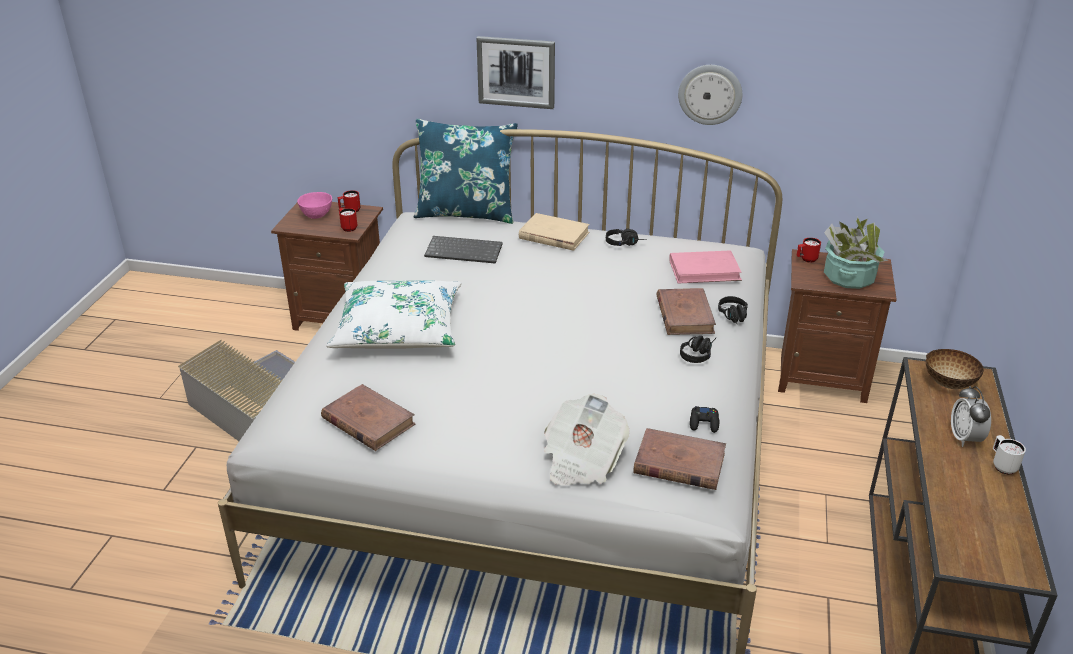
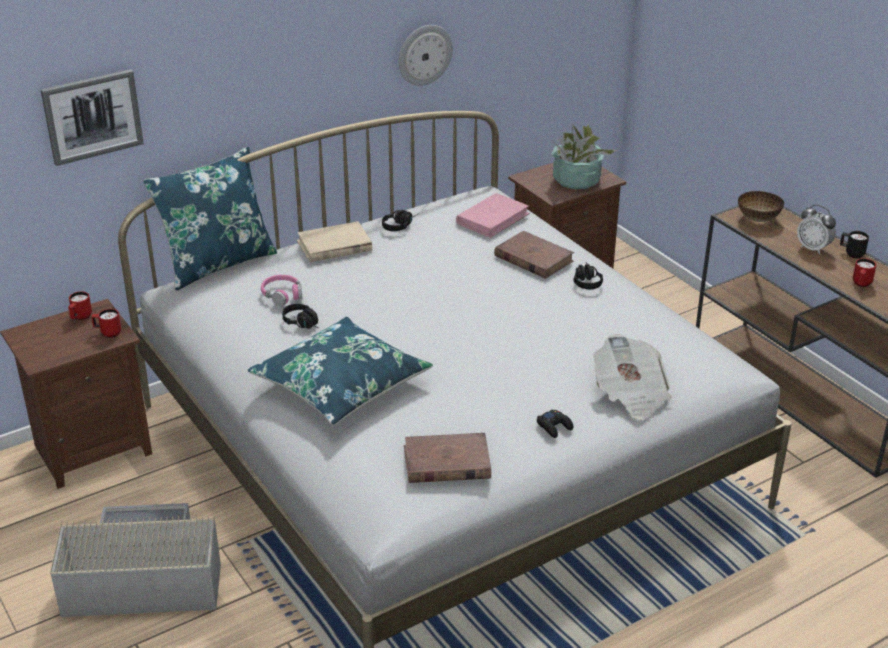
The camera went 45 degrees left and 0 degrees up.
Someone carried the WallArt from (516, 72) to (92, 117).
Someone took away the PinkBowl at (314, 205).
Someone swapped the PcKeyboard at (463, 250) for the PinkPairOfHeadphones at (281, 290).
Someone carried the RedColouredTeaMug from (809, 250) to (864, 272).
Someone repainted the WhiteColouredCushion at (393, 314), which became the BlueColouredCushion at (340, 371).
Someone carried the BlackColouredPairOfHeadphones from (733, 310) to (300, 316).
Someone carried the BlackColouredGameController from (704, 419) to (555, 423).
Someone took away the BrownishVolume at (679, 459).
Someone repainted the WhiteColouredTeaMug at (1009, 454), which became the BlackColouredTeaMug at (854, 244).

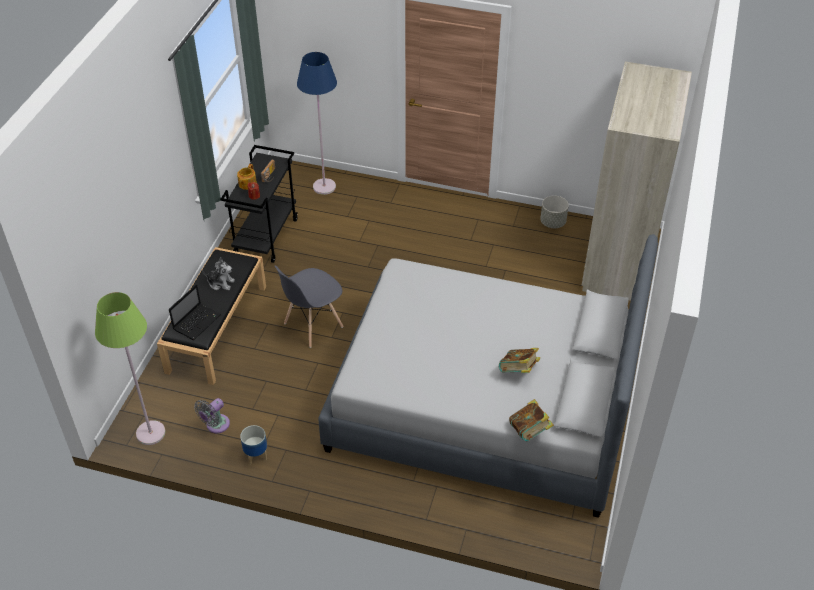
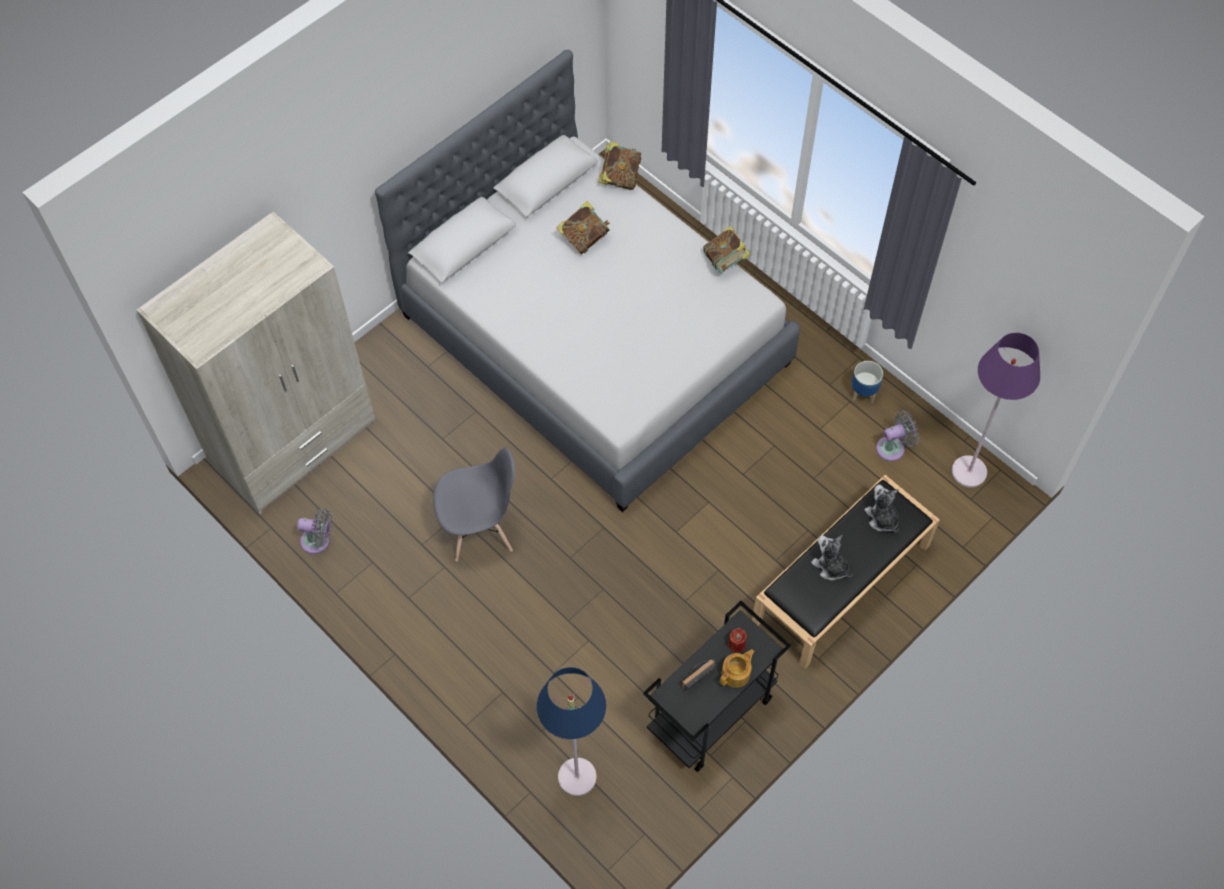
The camera went 150 degrees left and 15 degrees up.
Someone swapped the GreyishPlanter at (554, 212) for the GreyishElectricFan at (314, 531).
Someone carried the GreyishUprightChair from (308, 306) to (474, 504).
Someone swapped the NotebookComputer at (195, 312) for the CuddlyToy at (881, 508).
Someone repainted the GreenColouredStandingLamp at (130, 368), which became the PurplishStandingLamp at (996, 410).
Someone put down the Volume at (727, 249).

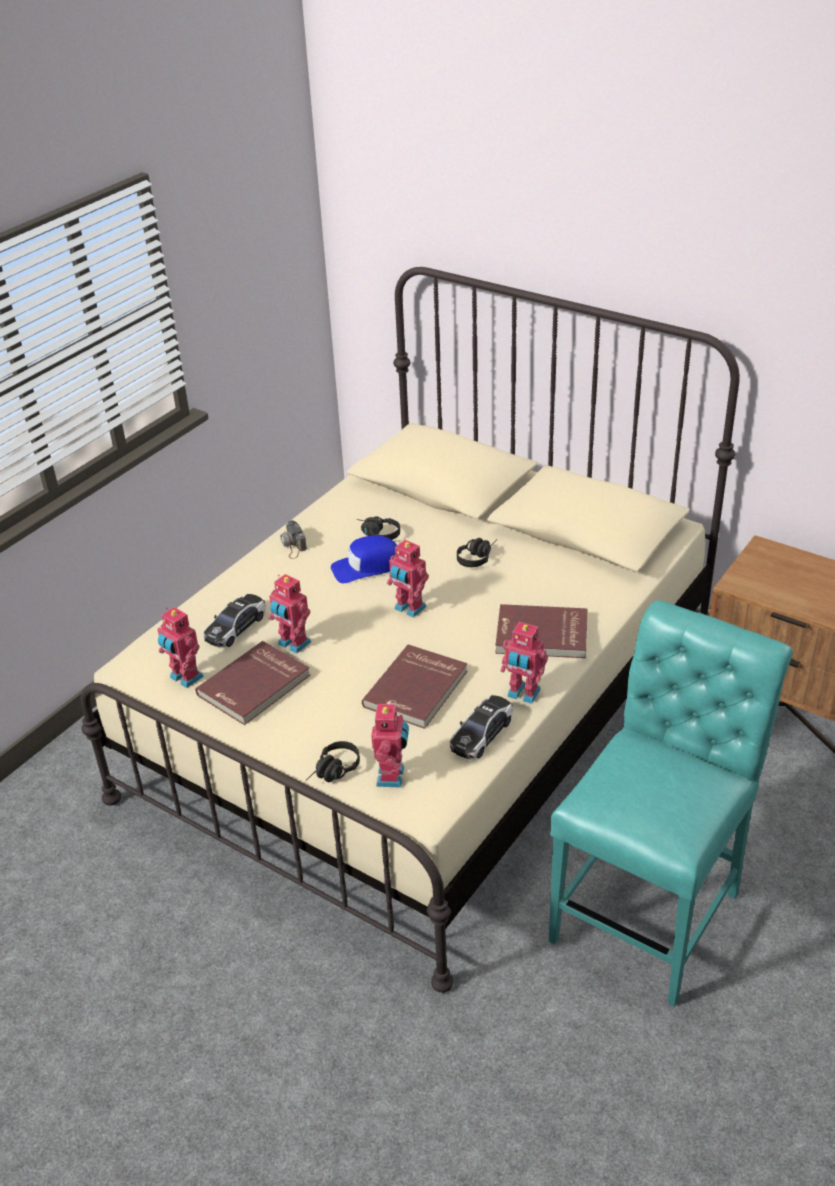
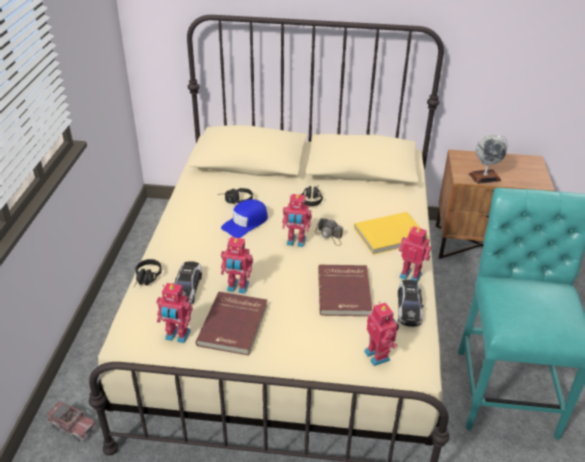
The camera went 30 degrees left and 0 degrees up.
Someone carried the StillCamera from (293, 539) to (329, 232).
Someone repainted the RedColouredVolume at (541, 631), which became the YellowColouredVolume at (391, 233).
Someone rotated the ToyRobot at (524, 663) by 150 degrees counterclockwise.
Someone carried the BlackColouredPairOfHeadphones from (333, 761) to (147, 273).
Someone put down the DeskGlobe at (488, 159).
Someone put down the ModelTruck at (71, 421).

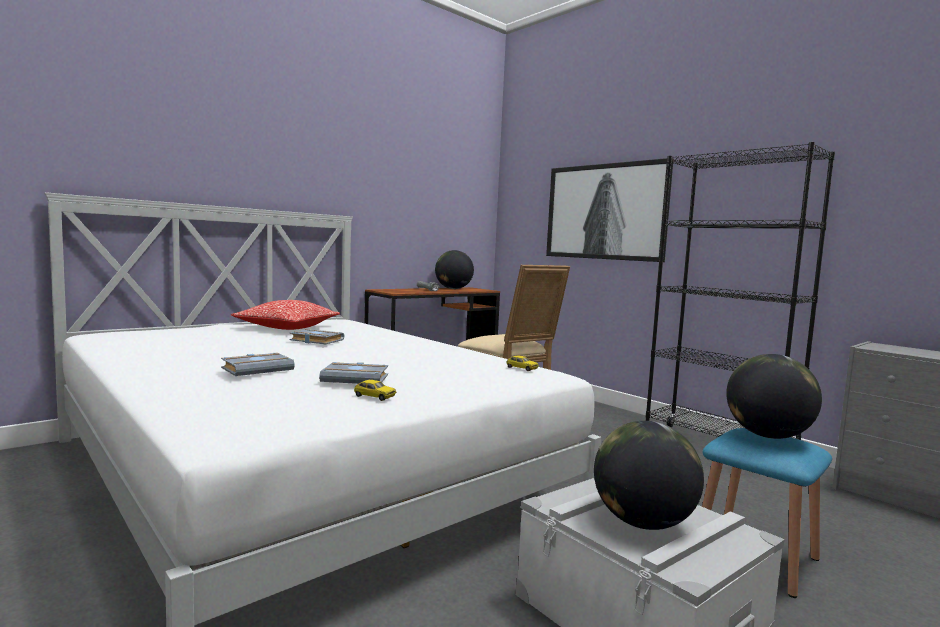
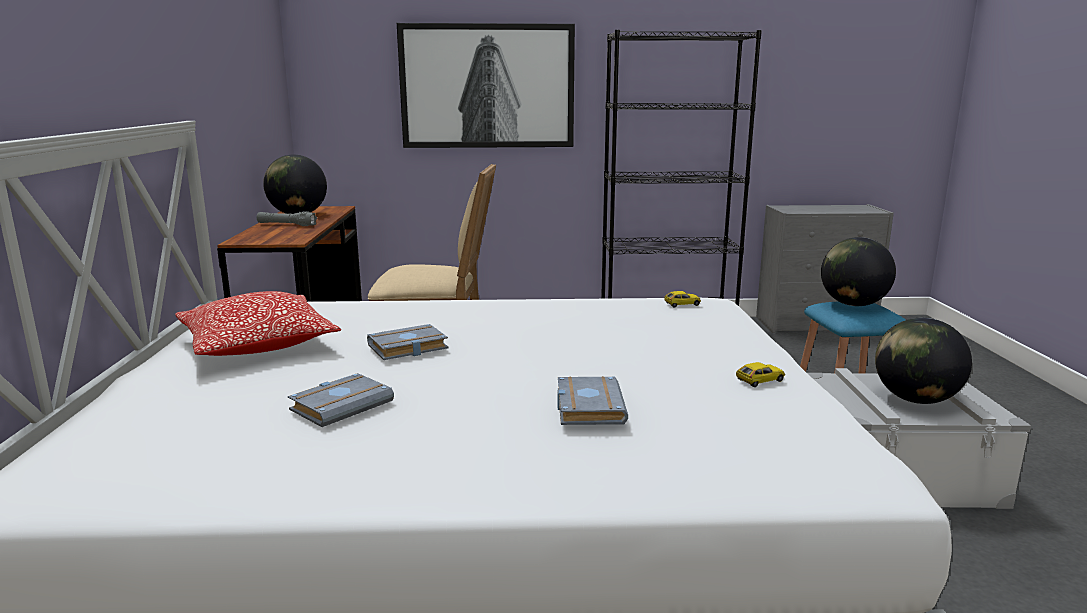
The camera went 50 degrees left and 10 degrees up.
Someone carried the GreyishVolume from (353, 373) to (341, 400).

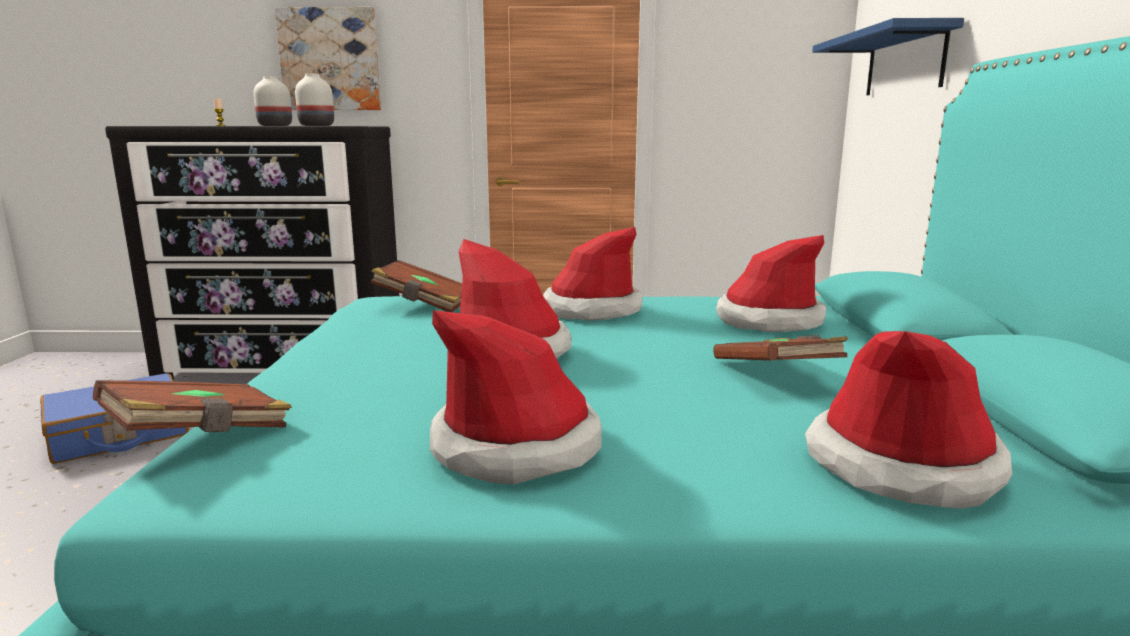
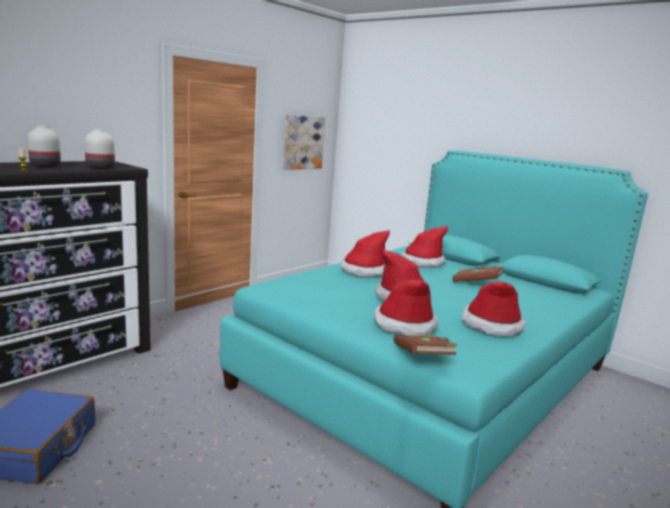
The camera went 50 degrees left and 0 degrees up.
Someone carried the WallArt from (328, 58) to (304, 142).
Someone took away the BlueColouredWallShelf at (888, 56).
Someone took away the BrownishVolume at (416, 286).
Someone carried the WearableHat from (908, 420) to (406, 308).

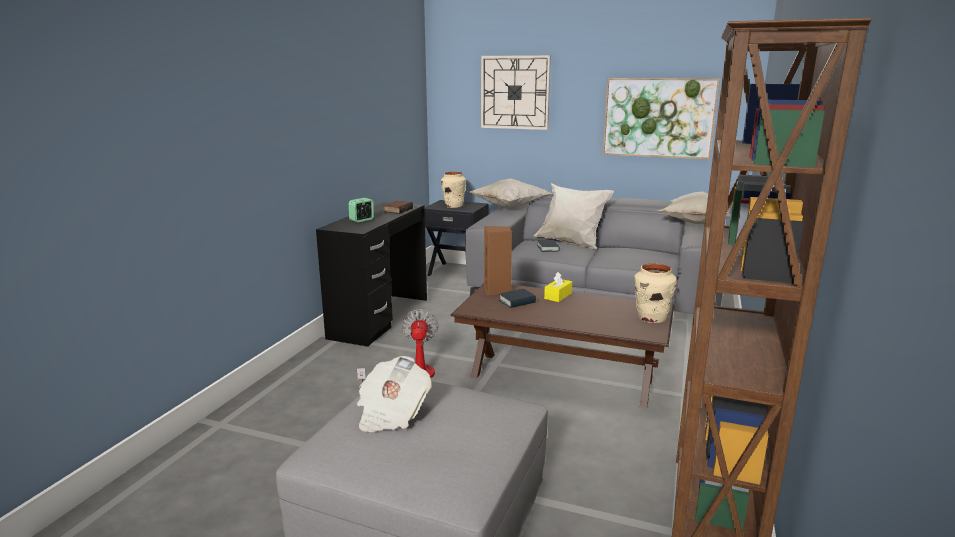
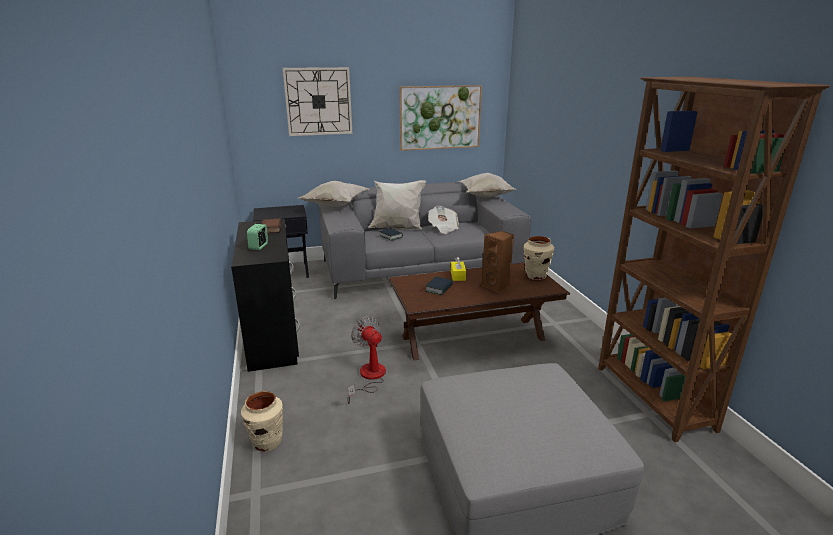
The camera went 35 degrees left and 5 degrees up.
Someone carried the BeigeDecorativeVase from (453, 190) to (262, 421).
Someone carried the BrownishLoudspeaker from (498, 260) to (498, 262).
Someone carried the Newspaper from (394, 394) to (443, 220).

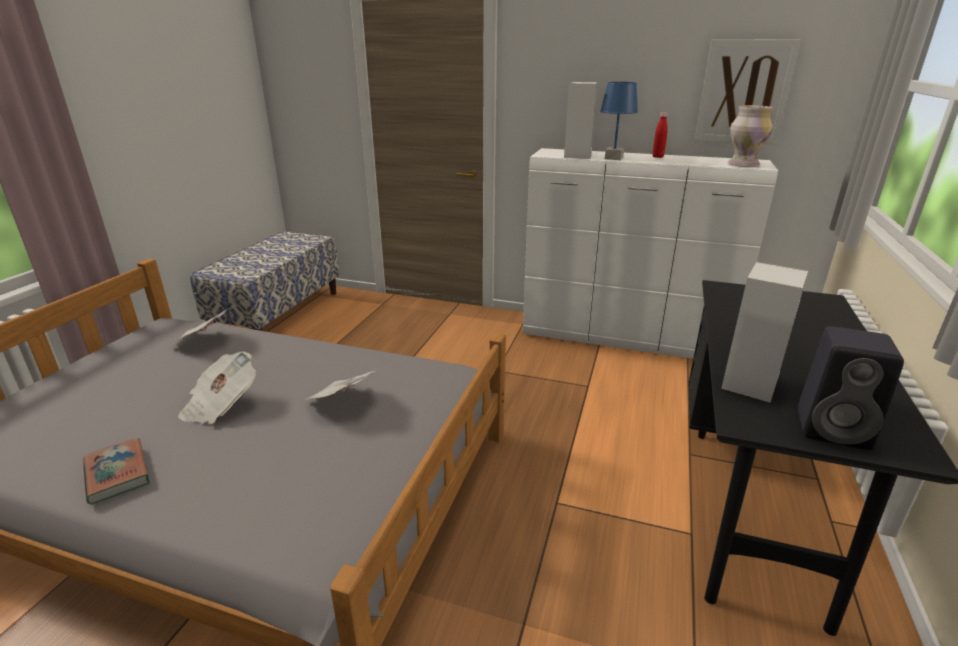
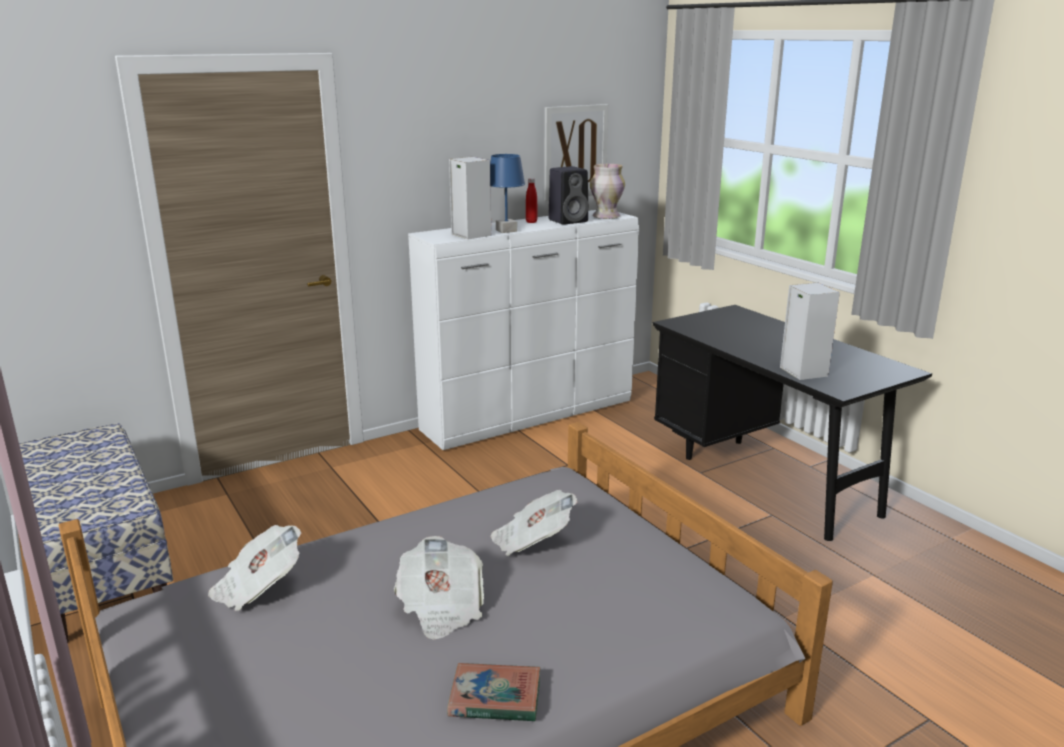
The camera went 50 degrees left and 5 degrees down.
Someone carried the BlackColouredLoudspeaker from (850, 388) to (568, 195).

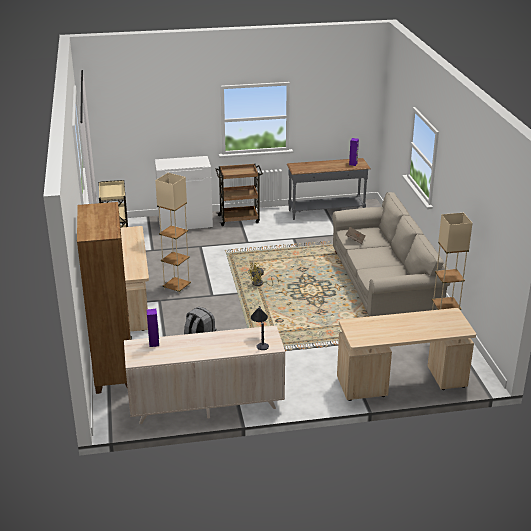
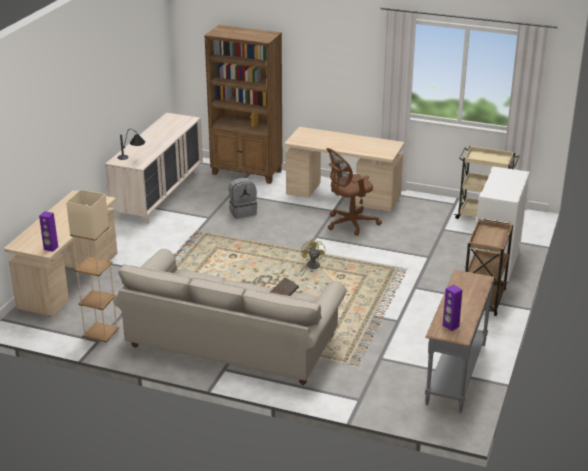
The camera went 120 degrees right and 0 degrees up.
Someone swapped the BeigeStandingLamp at (173, 233) for the BrownishComputerChair at (354, 192).
Someone carried the PurplishLoudspeaker from (153, 328) to (48, 231).

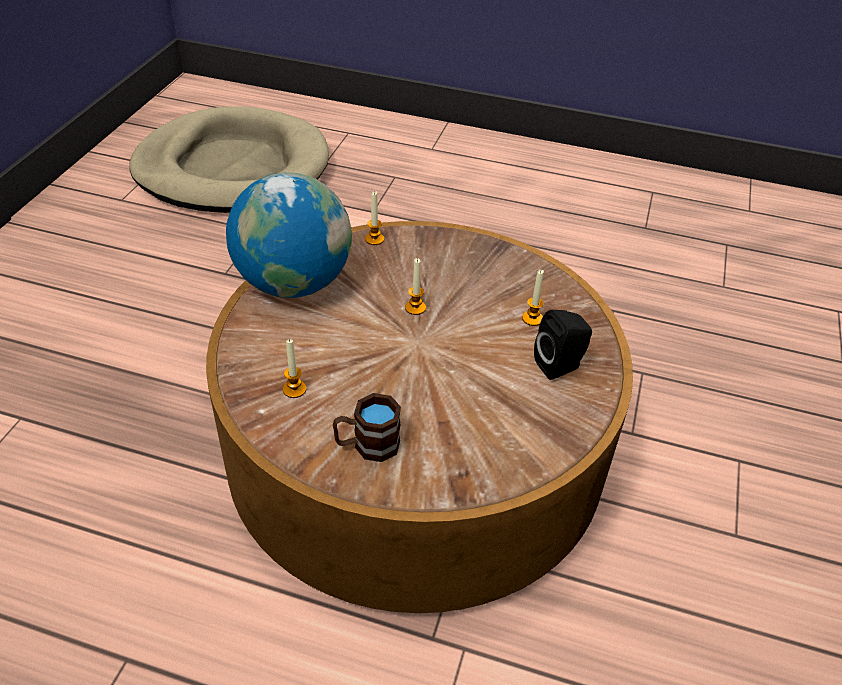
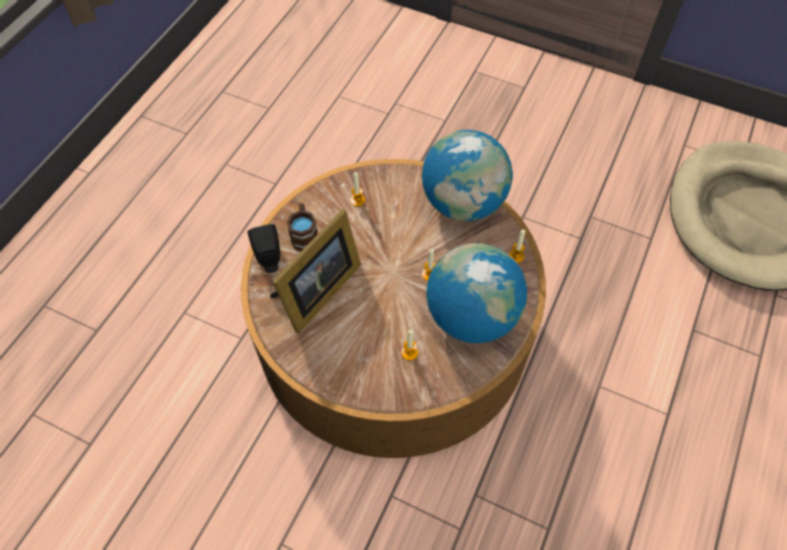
The camera went 100 degrees right and 15 degrees up.
Someone carried the BlackColouredLoudspeaker from (563, 345) to (264, 248).
Someone put down the StandingFrame at (315, 271).
Someone put down the DeskGlobe at (476, 293).

